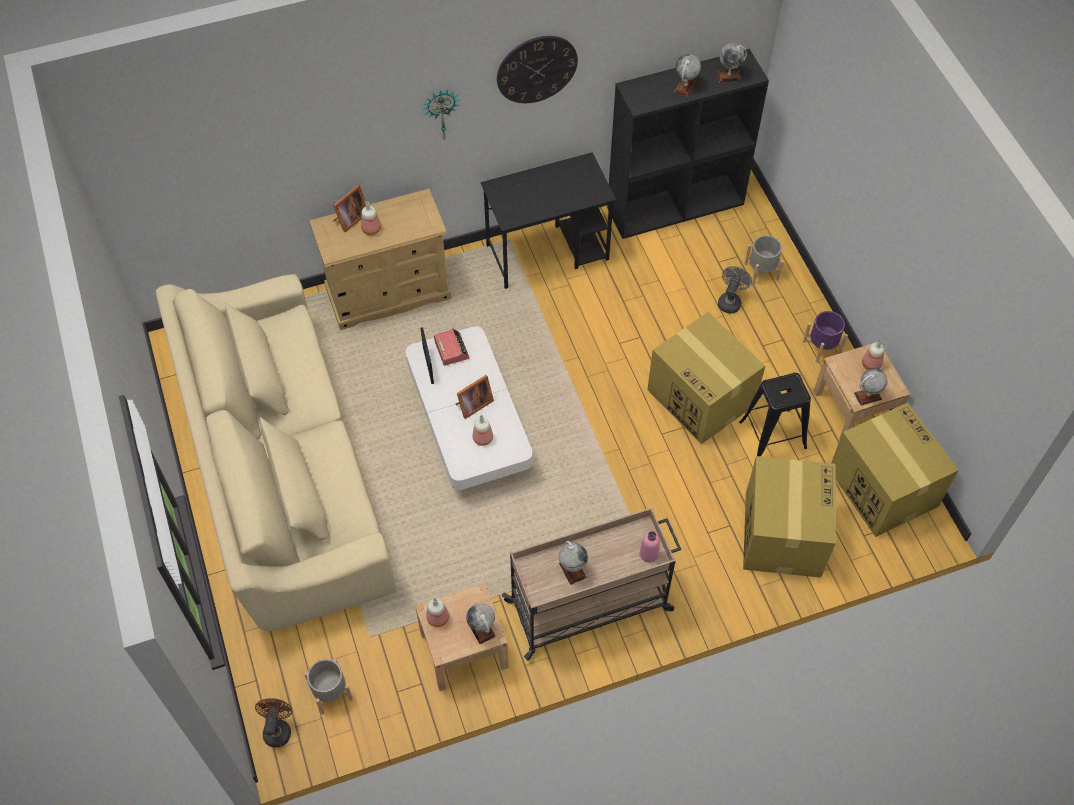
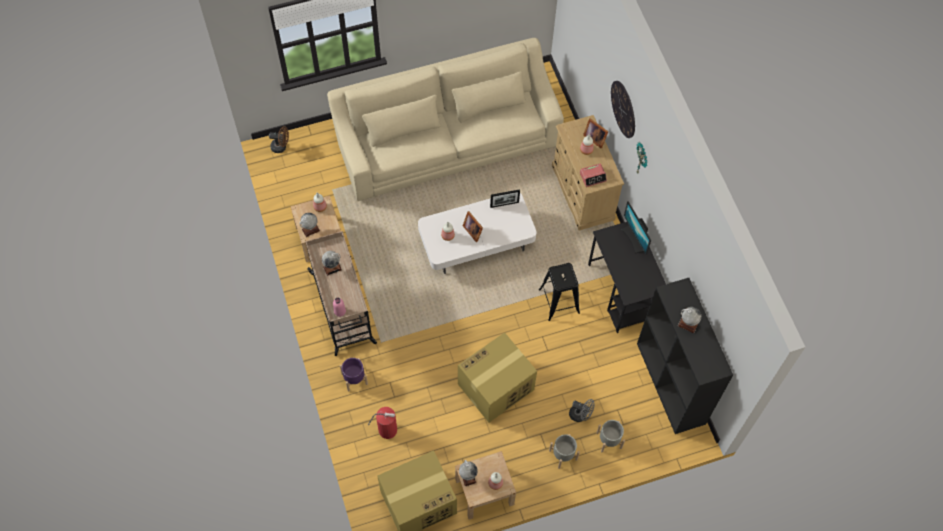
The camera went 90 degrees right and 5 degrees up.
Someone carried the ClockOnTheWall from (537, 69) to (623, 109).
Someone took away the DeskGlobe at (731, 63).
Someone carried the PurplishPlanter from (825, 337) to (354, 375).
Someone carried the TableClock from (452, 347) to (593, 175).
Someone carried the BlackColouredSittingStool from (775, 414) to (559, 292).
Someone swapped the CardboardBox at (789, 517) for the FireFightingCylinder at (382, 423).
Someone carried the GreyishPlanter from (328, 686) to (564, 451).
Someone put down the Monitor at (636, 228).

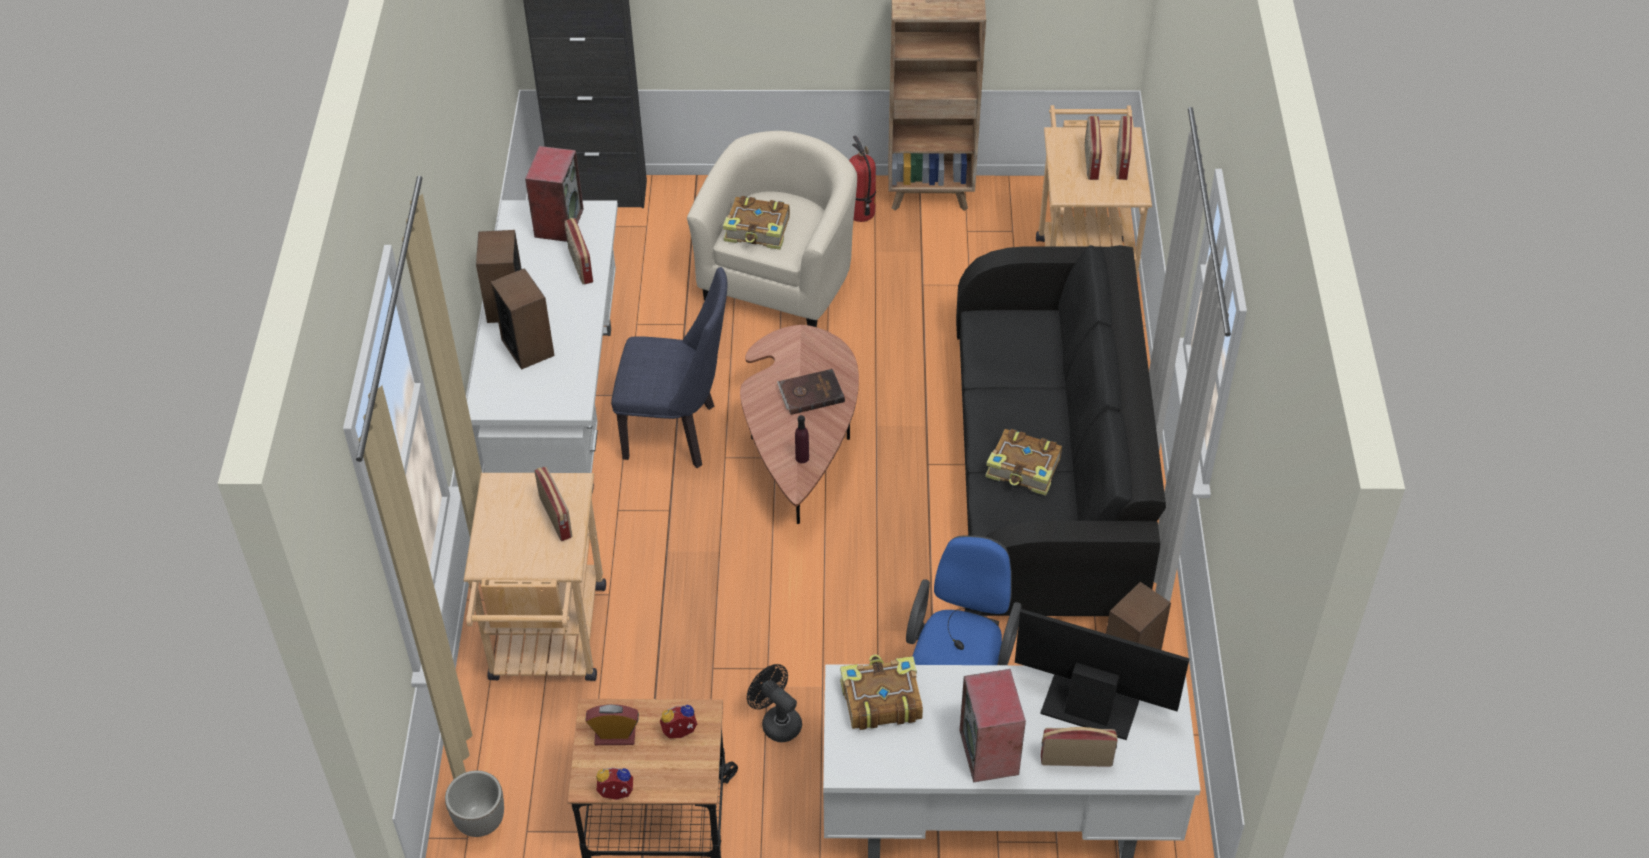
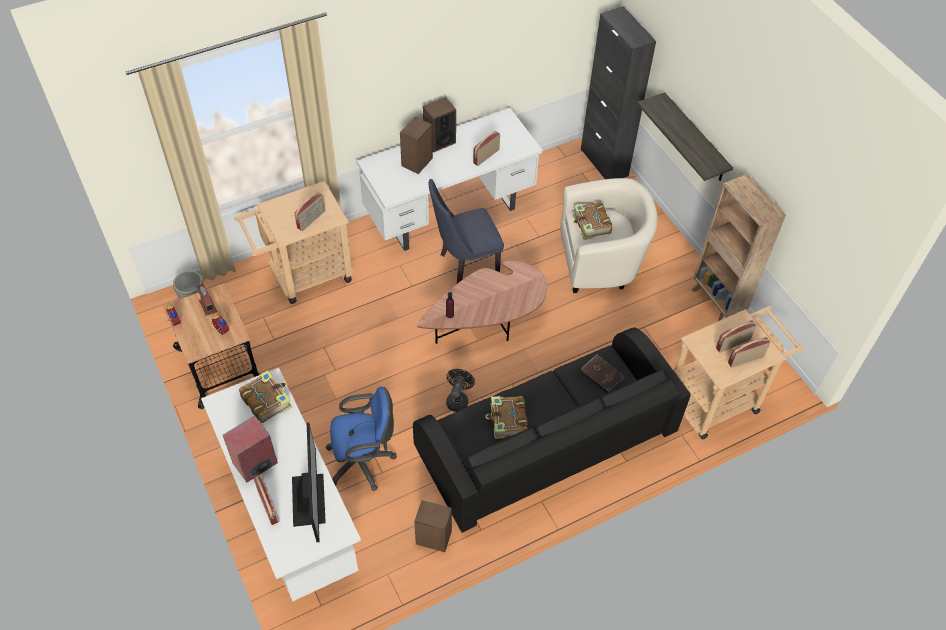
The camera went 60 degrees right and 5 degrees up.
Someone took away the FireFightingCylinder at (862, 179).
Someone took away the Loudspeaker at (554, 194).
Someone rotated the BlueColouredUprightChair at (669, 367) by 90 degrees clockwise.
Someone carried the BrownishVolume from (811, 392) to (602, 373).
Someone carried the BlackColouredElectricFan from (774, 703) to (460, 390).
Someone put up the WallShelf at (685, 136).

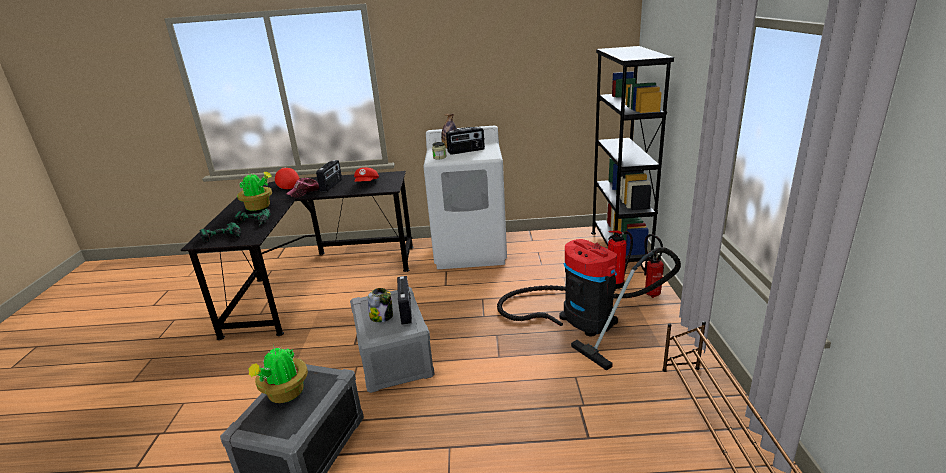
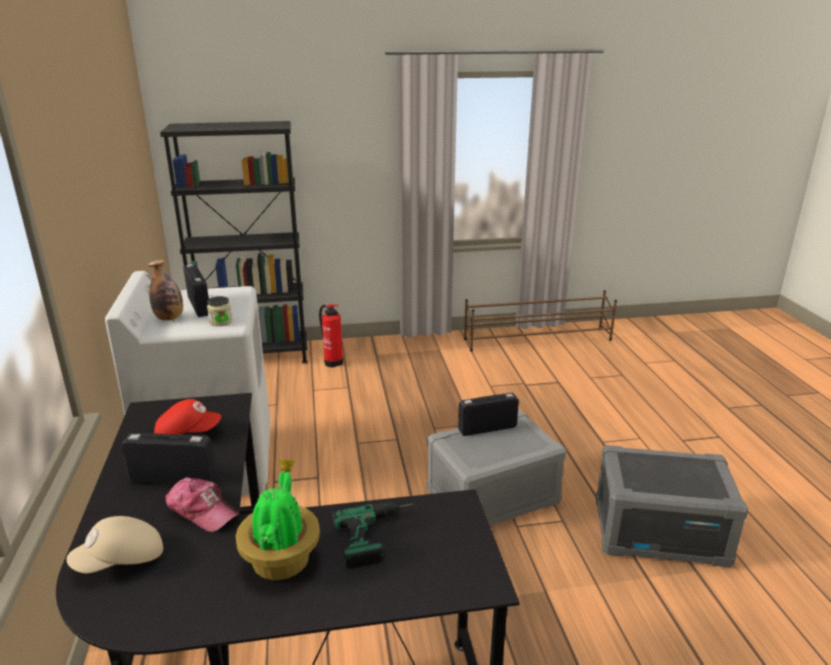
The camera went 100 degrees left and 0 degrees up.
Someone repainted the RedColouredBaseballCap at (287, 178), which became the BeigeBaseballCap at (114, 544).
Someone took away the PowerDrill at (220, 232).
Someone took away the FireFightingCylinder at (652, 266).
Someone took away the Vacuum at (589, 305).
Someone took away the PreserveJar at (380, 305).
Someone took away the Houseplant at (278, 373).

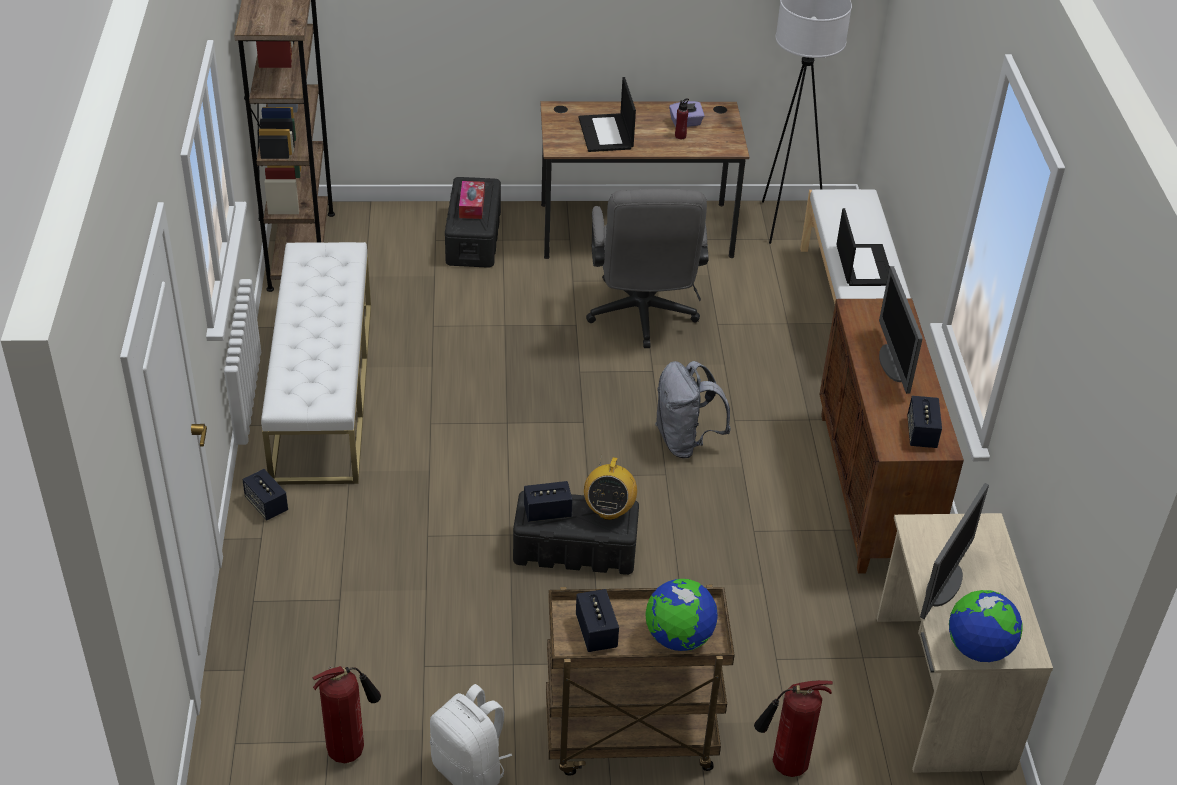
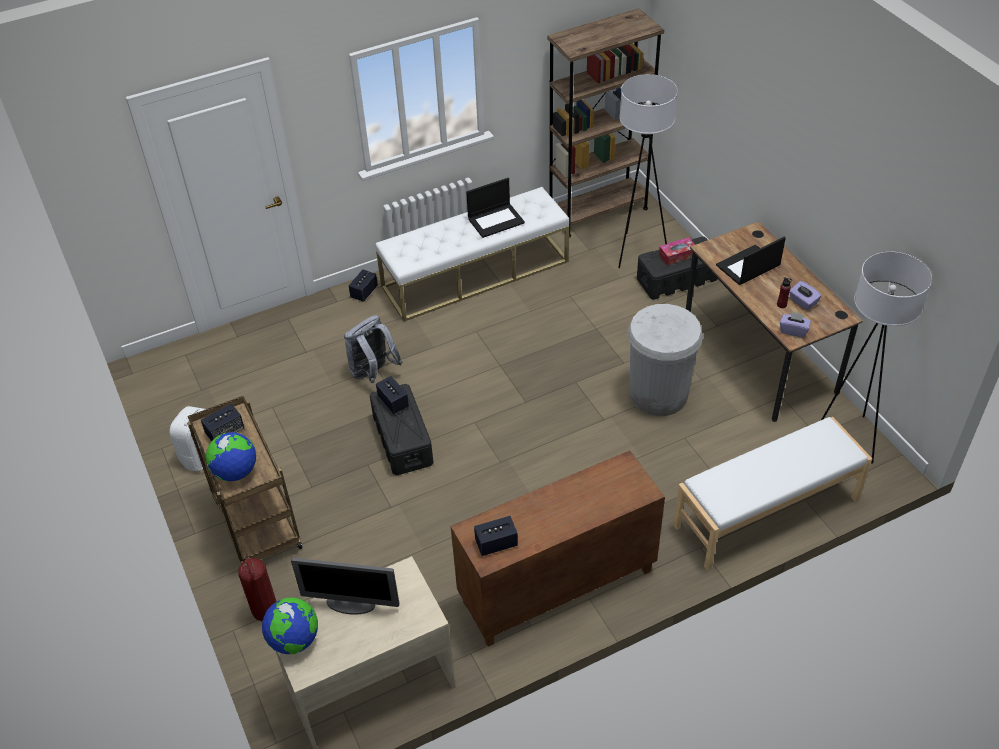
The camera went 70 degrees right and 5 degrees up.
Someone swapped the GreyishComputerChair at (647, 268) for the WhiteColouredRubbishBin at (665, 360).
Someone carried the NotebookComputer from (863, 247) to (495, 208).
Someone took away the Monitor at (900, 330).
Someone carried the GreyishKnapsack from (693, 409) to (373, 349).
Someone took away the RadioSet at (610, 487).
Someone took away the FireFightingCylinder at (346, 714).
Someone put down the WhiteColouredStandingLamp at (648, 171).
Someone put down the PurplishTissueBox at (795, 325).

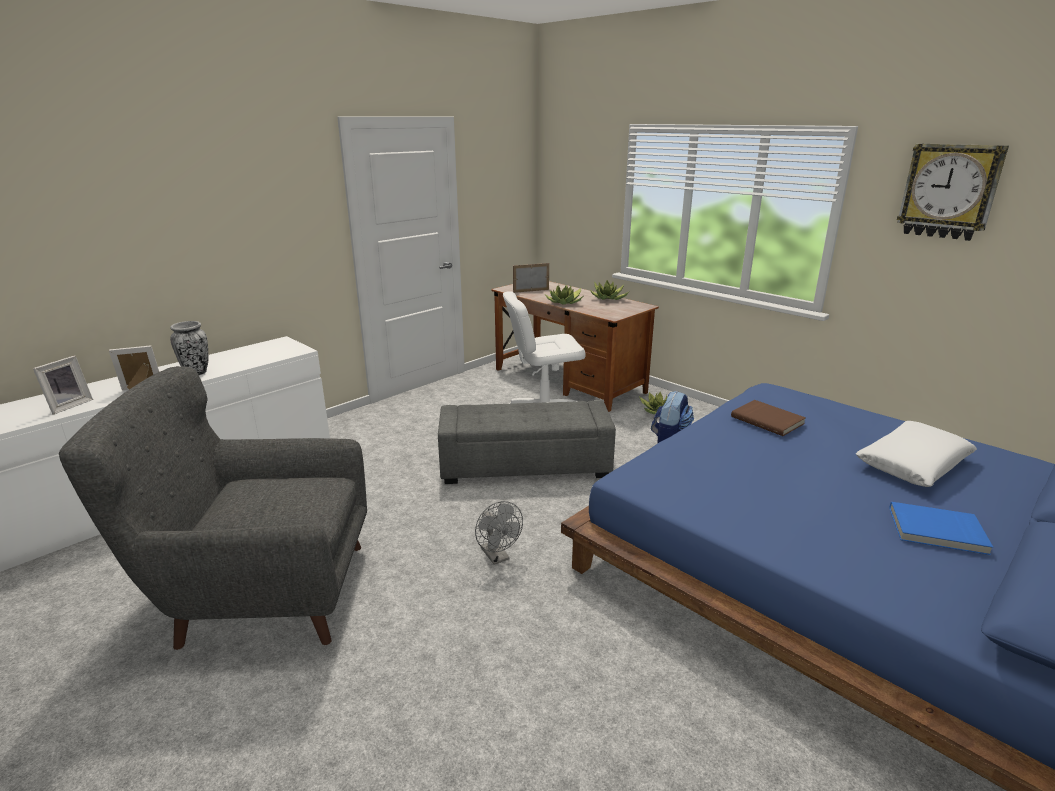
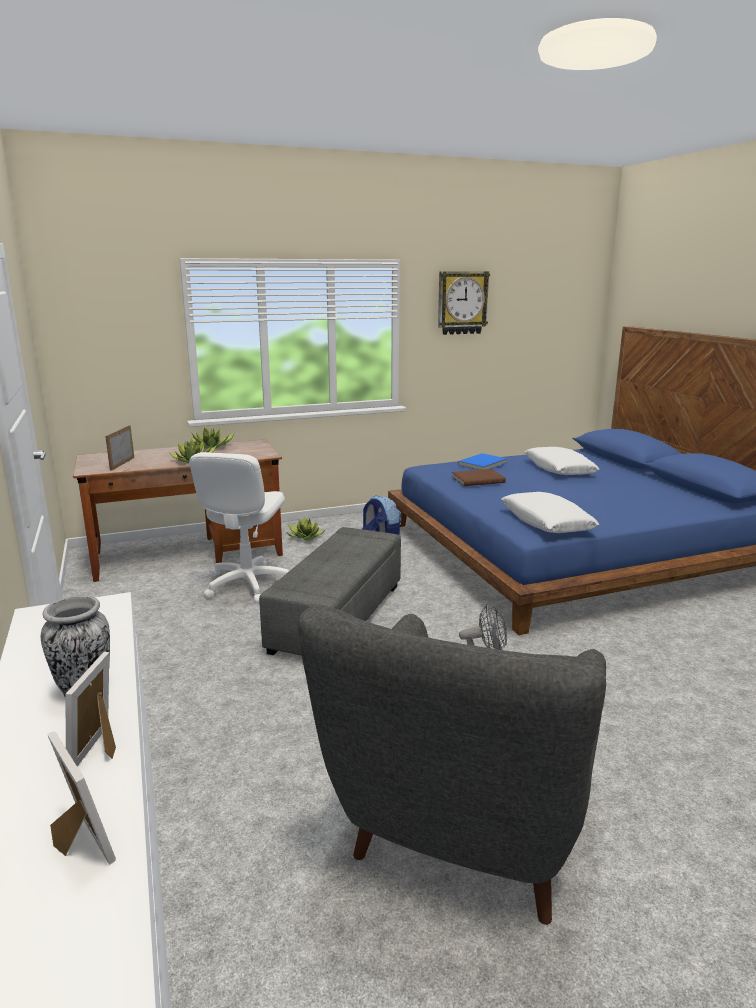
The camera went 65 degrees left and 5 degrees down.
Someone carried the BlueColouredVolume from (941, 528) to (482, 461).
Someone put down the WhiteColouredCushion at (550, 512).

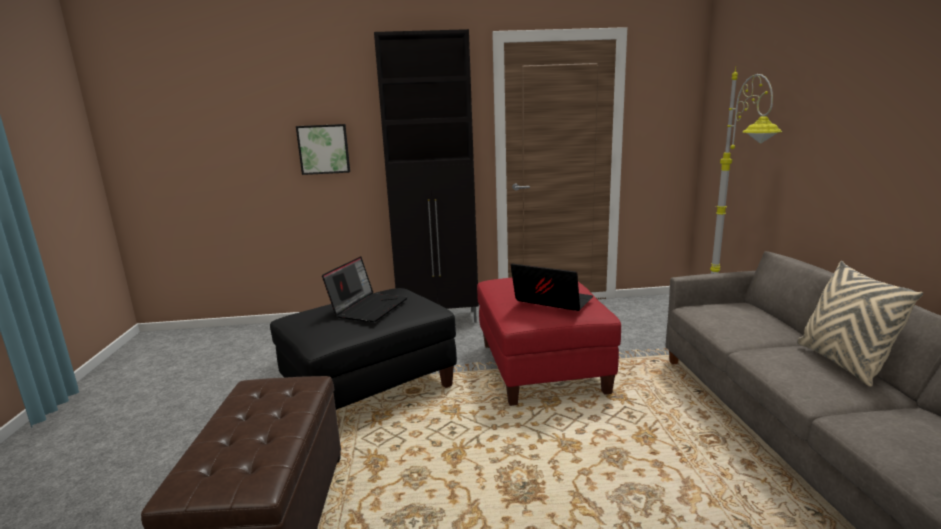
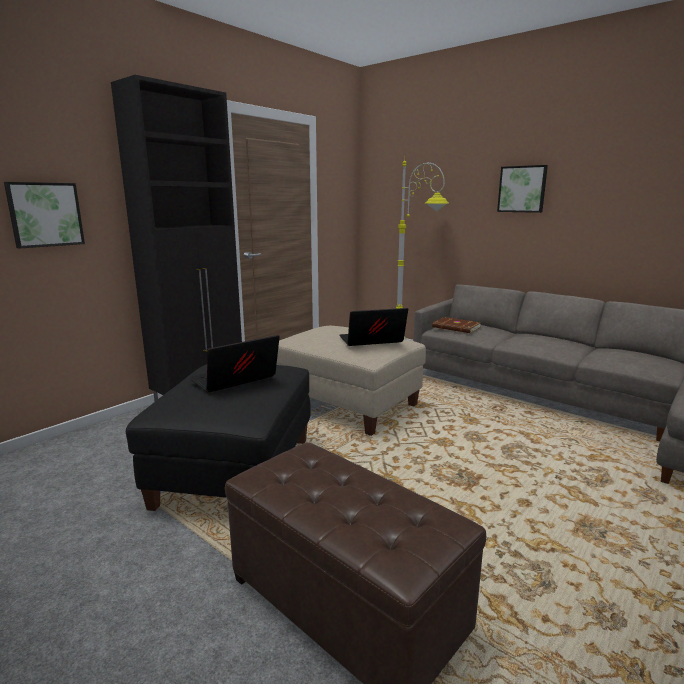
The camera went 45 degrees left and 0 degrees up.
Someone rotated the NotebookComputer at (365, 289) by 105 degrees counterclockwise.
Someone took away the BeigeCushion at (860, 324).
Someone repainted the RedColouredFootrest at (549, 341), which became the BeigeFootrest at (351, 381).
Someone put up the WallArt at (522, 189).
Someone put down the BrownishVolume at (456, 325).

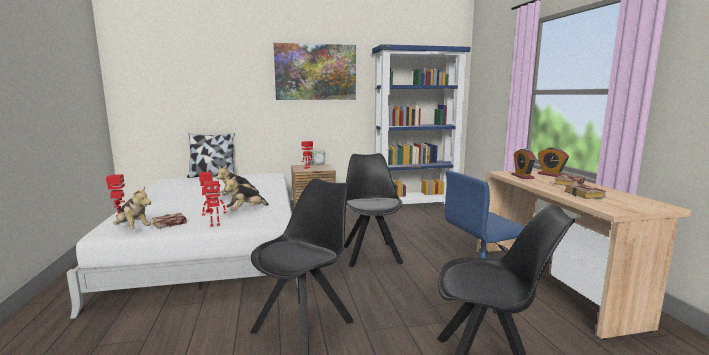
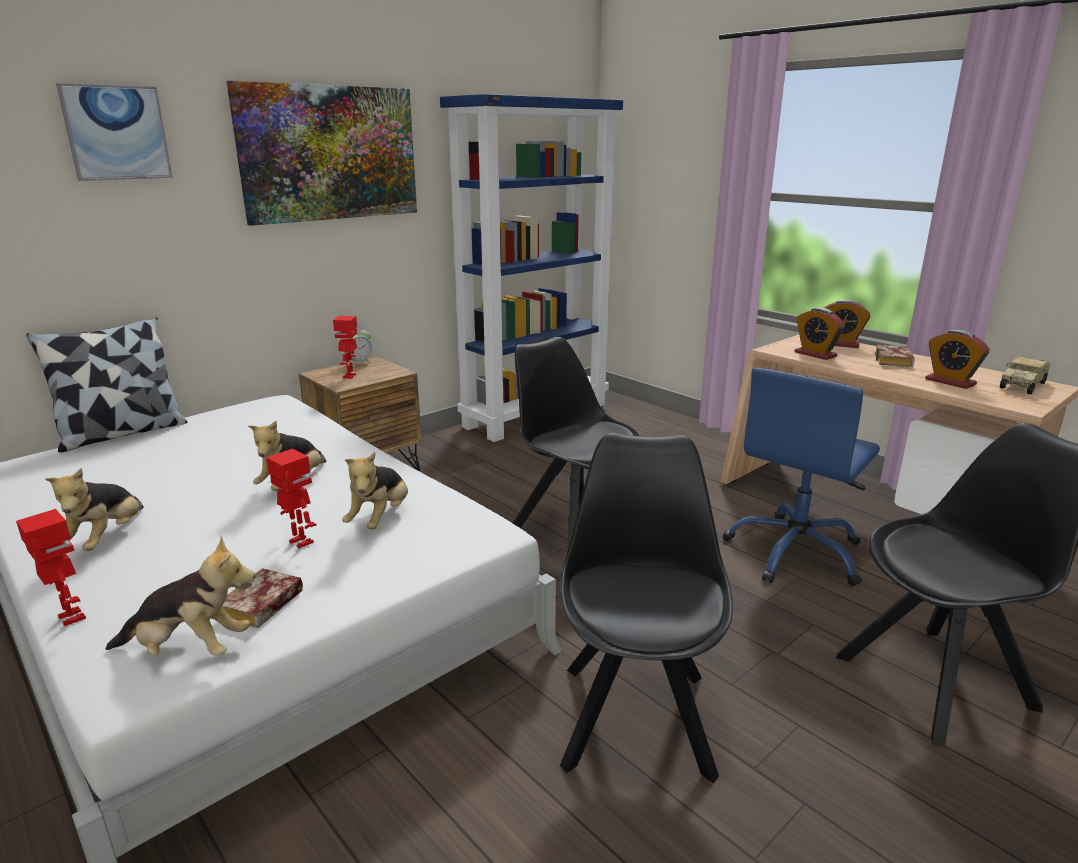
The camera went 30 degrees left and 10 degrees up.
Someone took away the ToyRobot at (214, 204).
Someone swapped the Volume at (585, 191) for the TableClock at (957, 359).
Someone put up the WallArt at (114, 132).
Someone put down the ModelTruck at (1025, 375).
Someone put down the CuddlyToy at (94, 509).

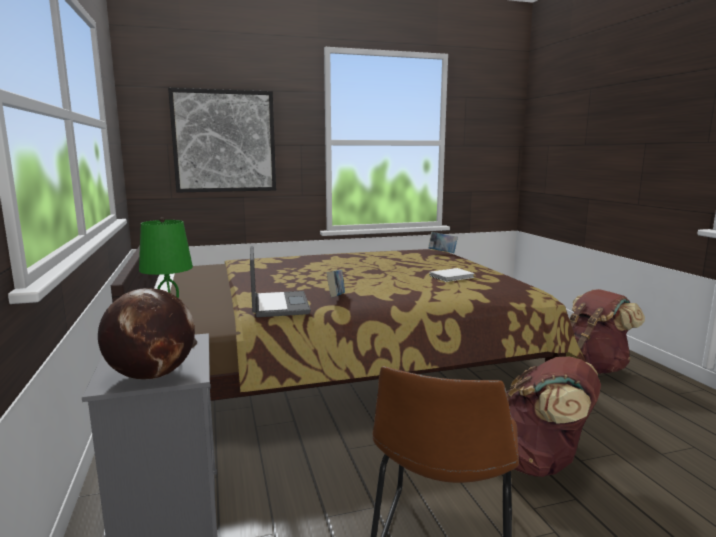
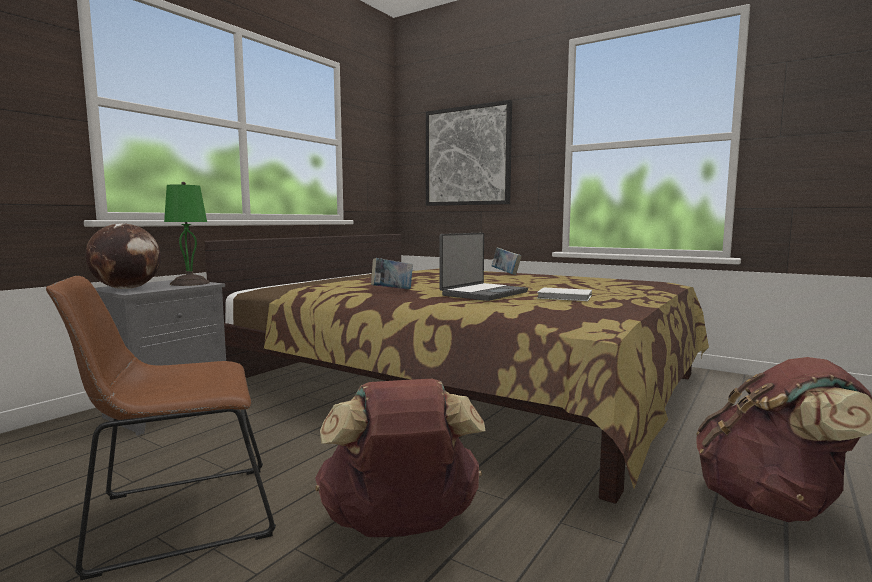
The camera went 50 degrees right and 5 degrees down.
Someone carried the Volume from (443, 242) to (507, 261).
Someone carried the NotebookComputer from (280, 281) to (484, 267).

